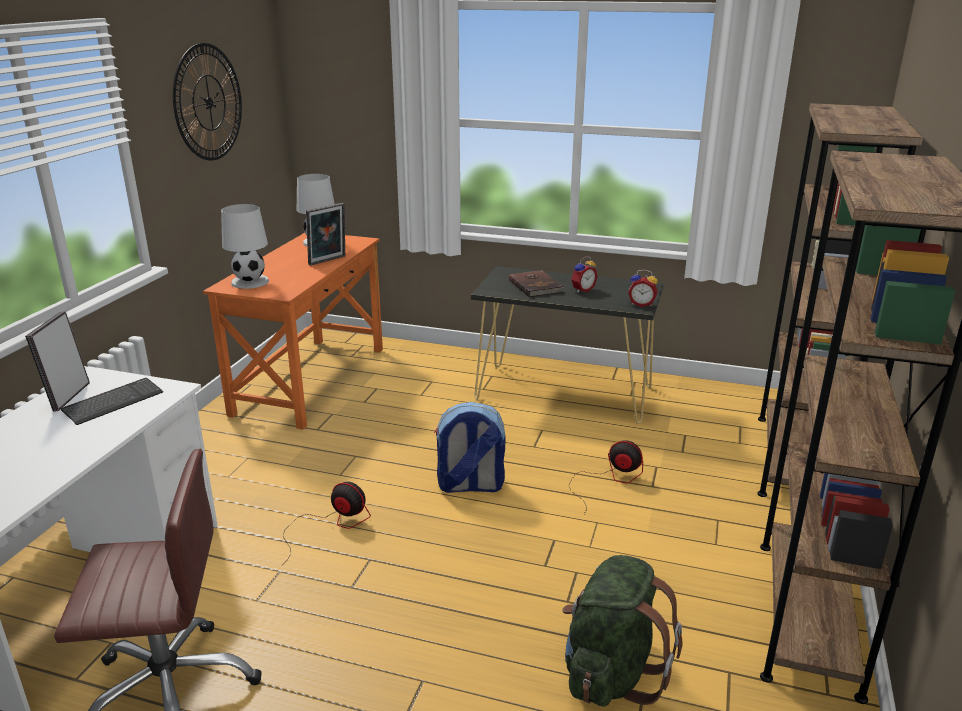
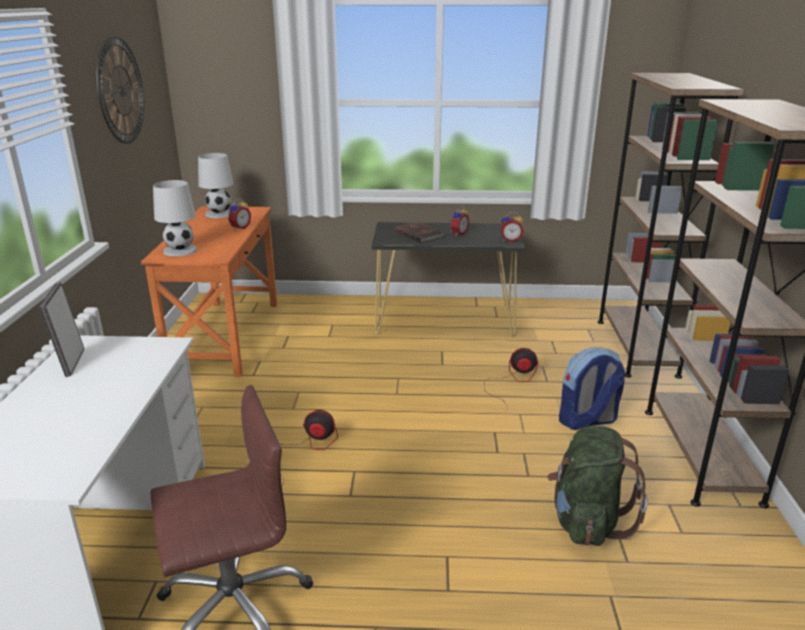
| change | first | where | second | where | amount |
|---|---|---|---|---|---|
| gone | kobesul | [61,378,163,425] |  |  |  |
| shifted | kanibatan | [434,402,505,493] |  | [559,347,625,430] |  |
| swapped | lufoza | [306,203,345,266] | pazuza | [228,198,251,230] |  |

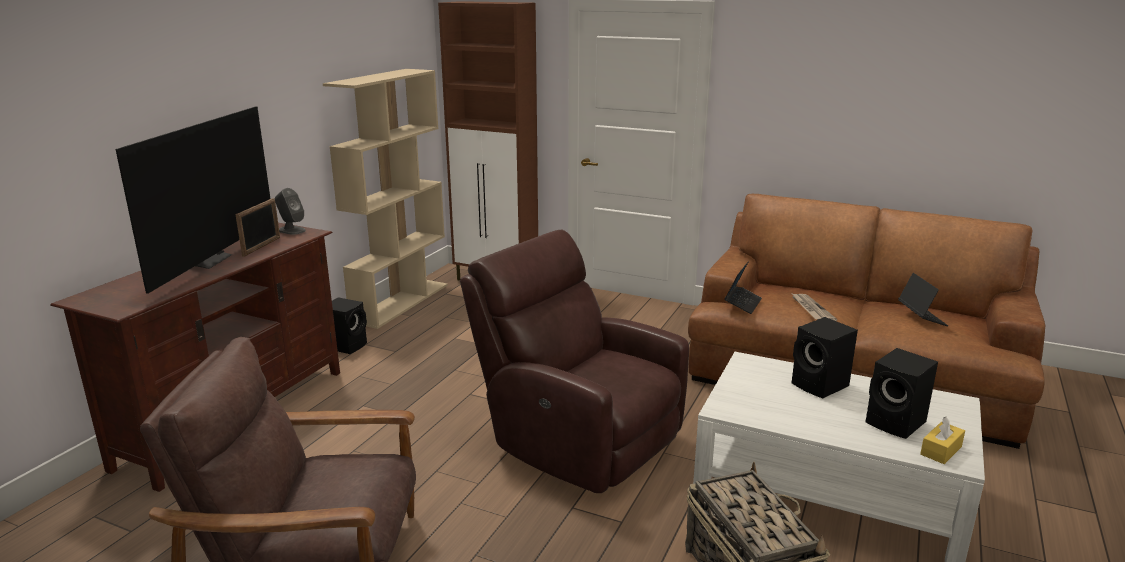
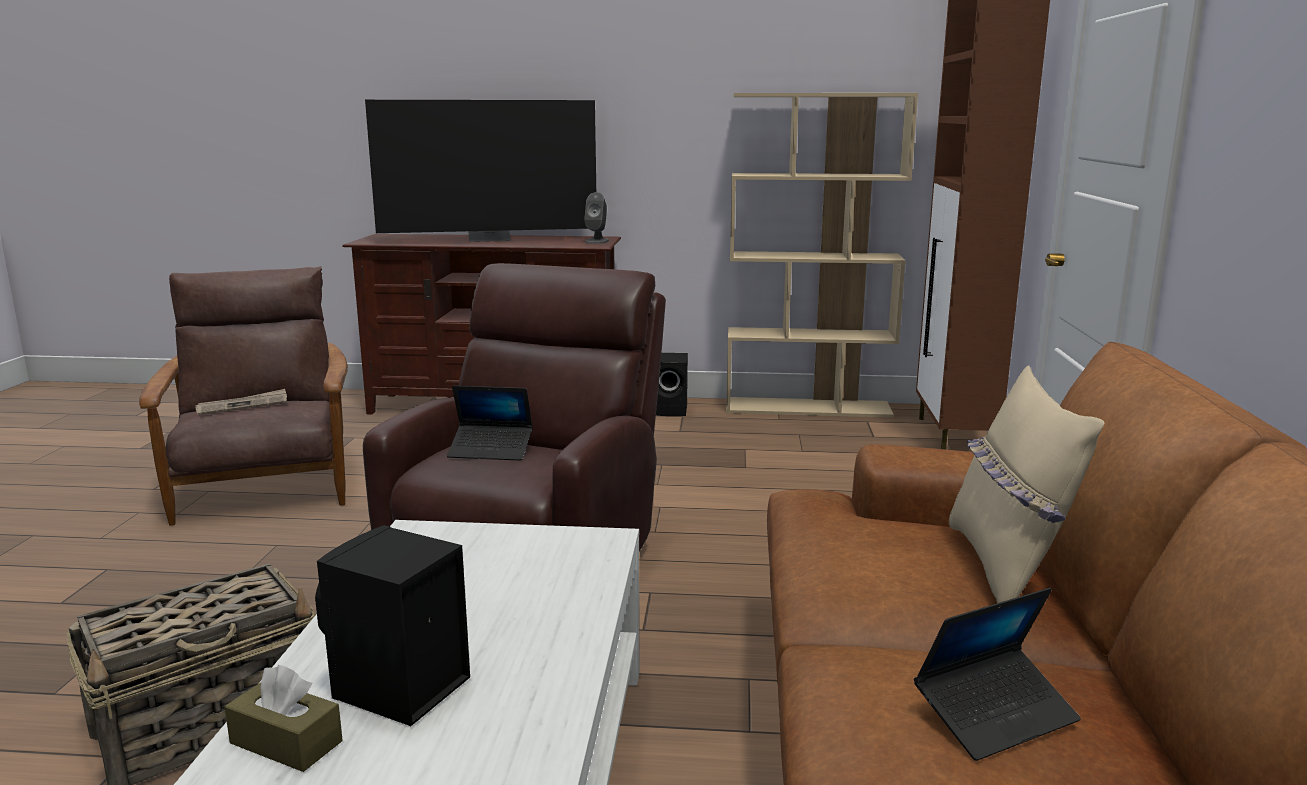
| change | first | where | second | where | amount |
|---|---|---|---|---|---|
| gone | lufoza | [235,198,280,257] |  |  |  |
| gone | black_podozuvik | [792,317,858,398] |  |  |  |
| new |  |  | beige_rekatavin | [949,365,1105,603] |  |
| shifted | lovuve | [724,261,762,314] |  | [447,386,533,461] |  |
| shifted | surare | [791,293,837,321] |  | [195,389,287,415] |  |
| repainted | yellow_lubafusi | [920,417,965,464] | brown_lubafusi | [225,665,343,772] |  |

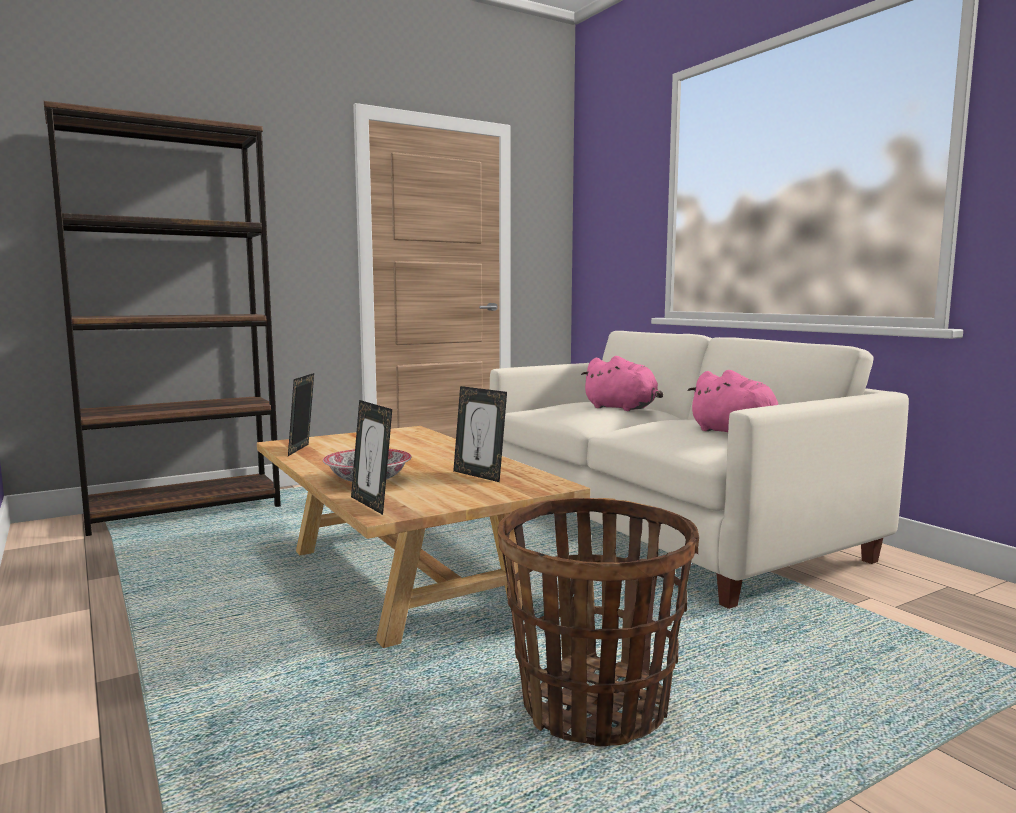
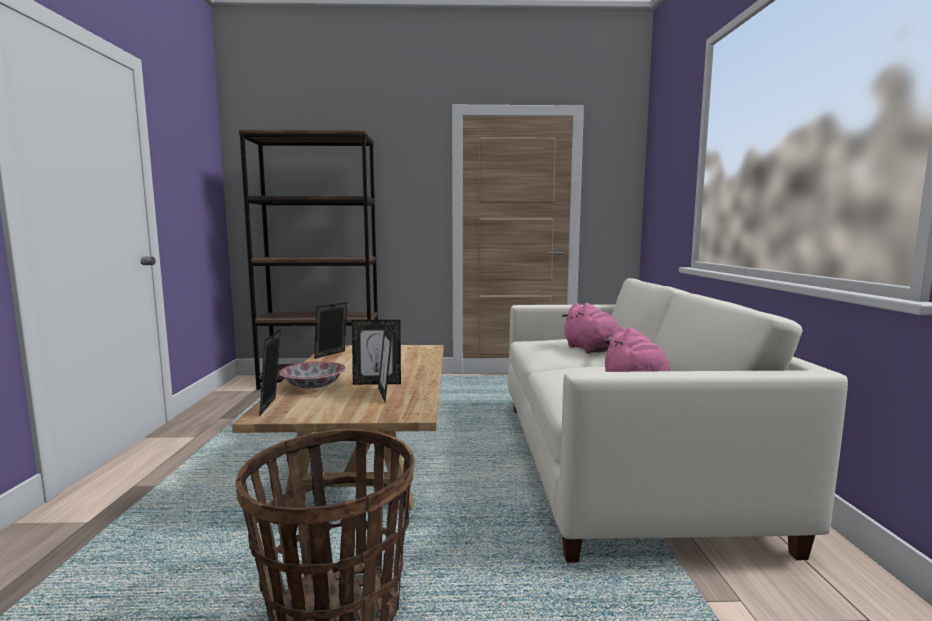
| change | first | where | second | where | amount |
|---|---|---|---|---|---|
| new |  |  | lufoza | [352,320,401,385] |  |

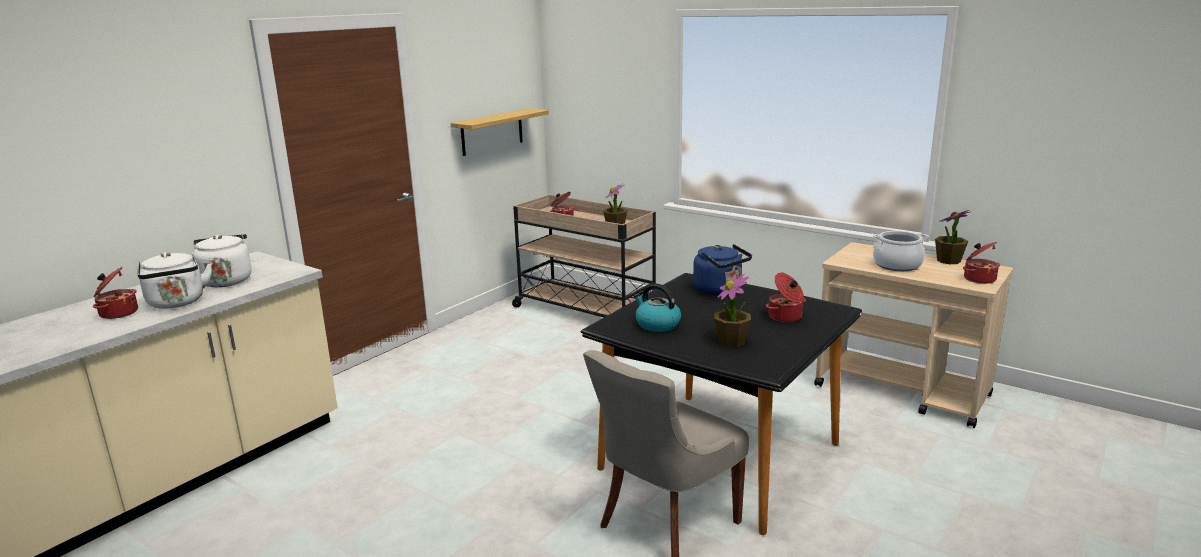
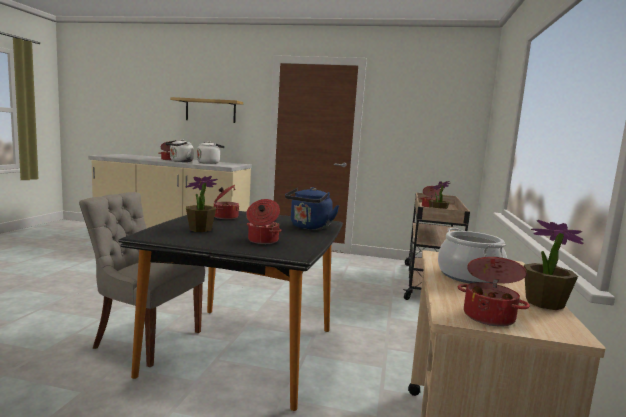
| change | first | where | second | where | amount |
|---|---|---|---|---|---|
| shifted | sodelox | [451,109,549,156] |  | [170,97,243,123] |  |
| swapped | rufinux | [634,284,681,332] | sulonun | [214,185,239,219] |  |

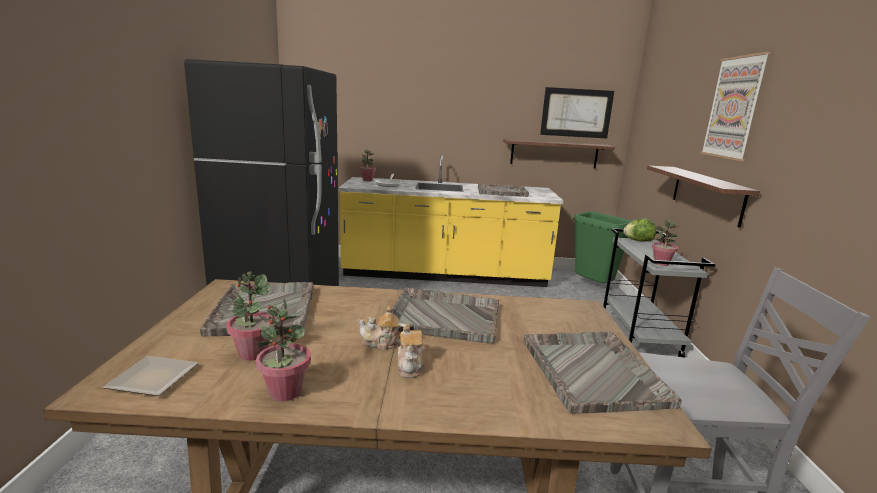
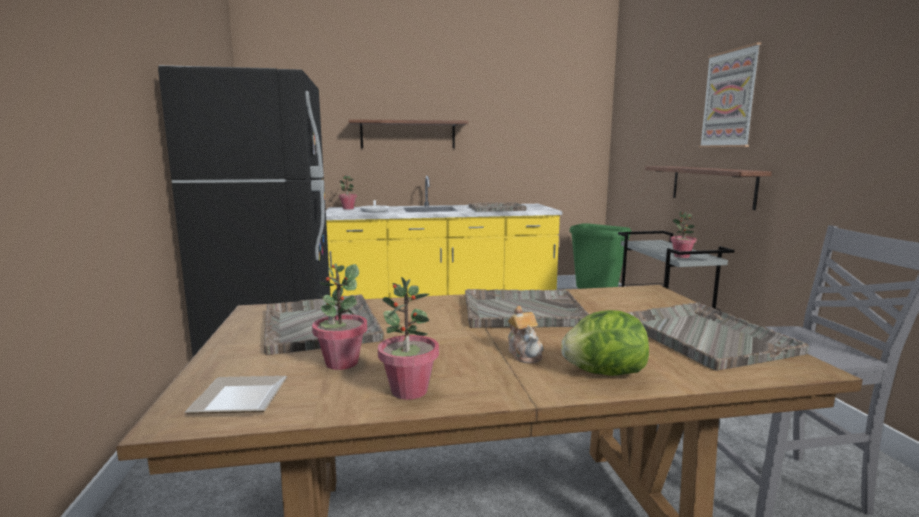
| change | first | where | second | where | amount |
|---|---|---|---|---|---|
| gone | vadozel | [357,306,407,350] |  |  |  |
| gone | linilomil | [540,87,614,138] |  |  |  |
| shifted | sodelox | [503,139,615,169] |  | [349,119,468,148] |  |
| shifted | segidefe | [623,218,656,241] |  | [561,310,649,376] |  |

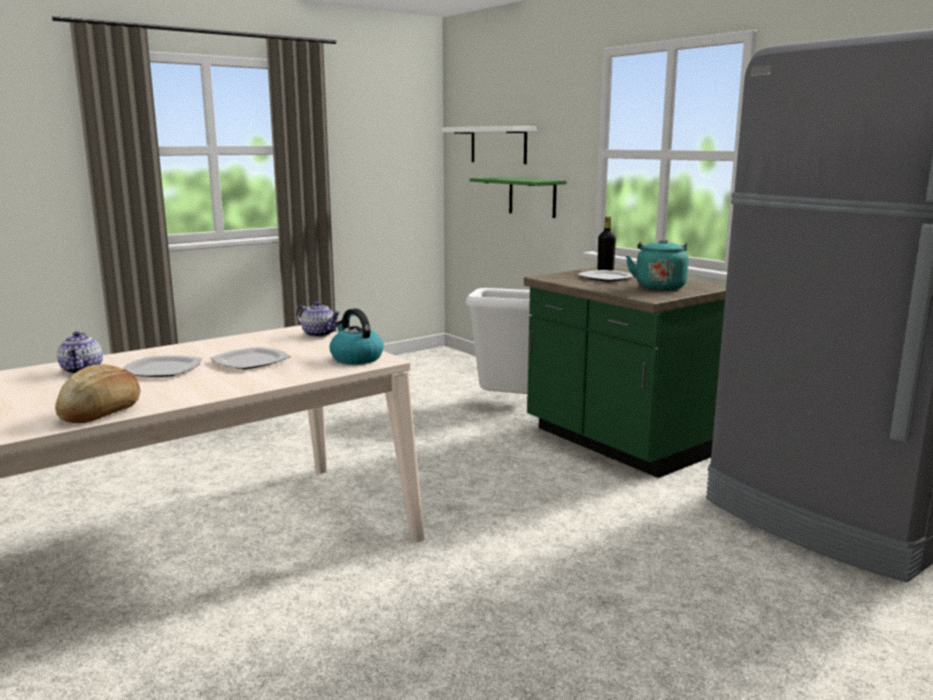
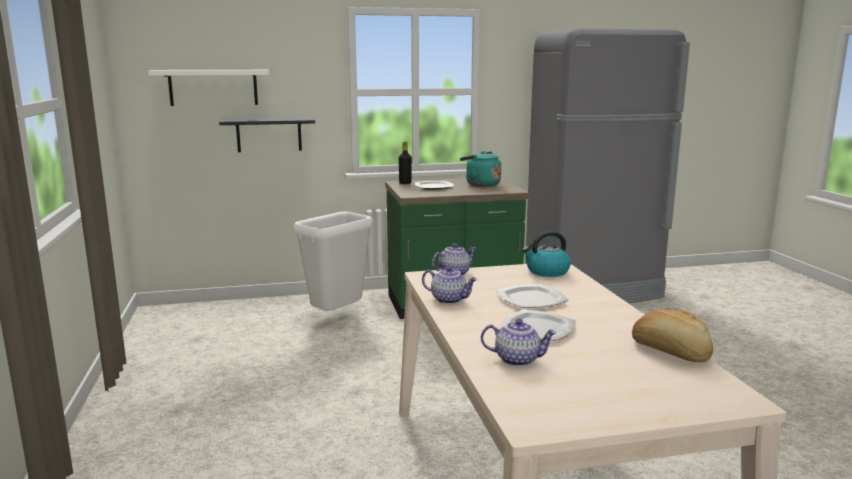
| change | first | where | second | where | amount |
|---|---|---|---|---|---|
| new |  |  | vadozel | [422,266,477,304] |  |
| repainted | green_sodelox | [470,177,567,218] | black_sodelox | [219,117,315,152] |  |

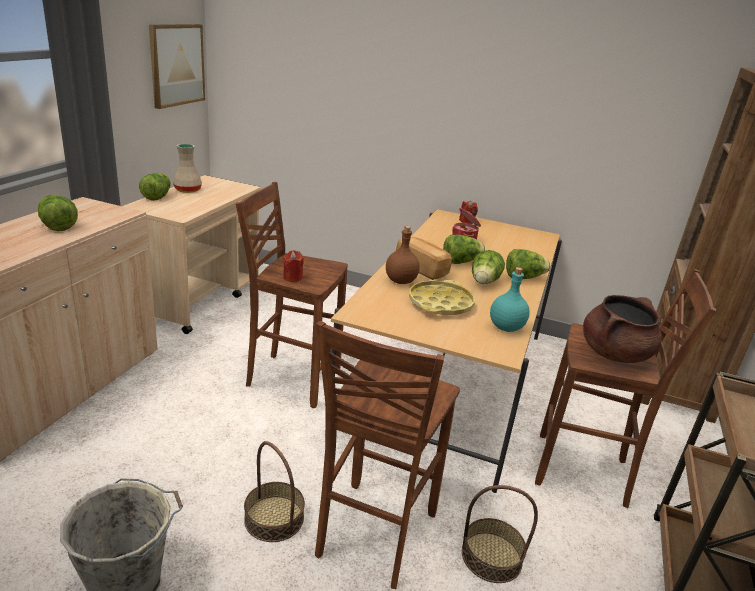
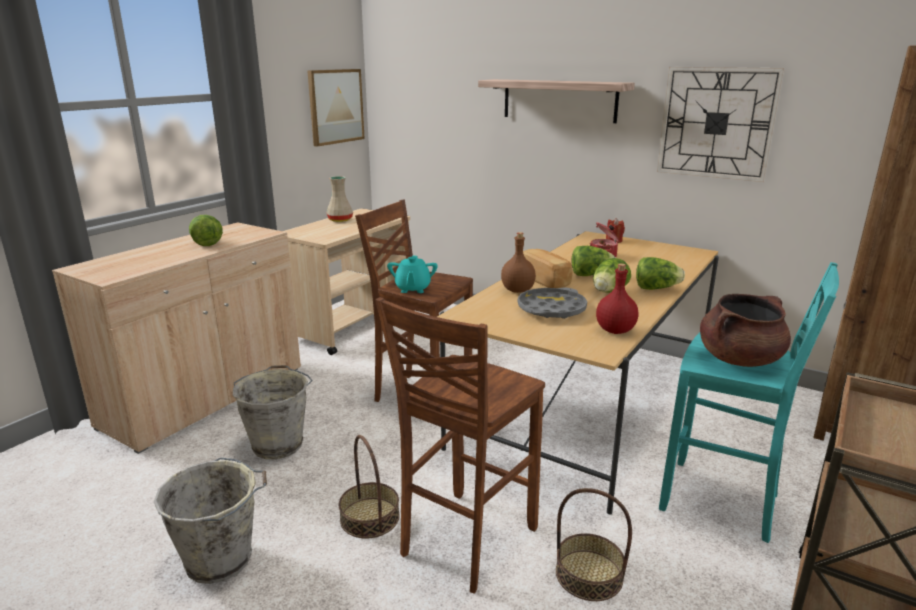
| change | first | where | second | where | amount |
|---|---|---|---|---|---|
| gone | segidefe | [139,173,171,201] |  |  |  |
| new |  |  | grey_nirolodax | [233,365,313,459] |  |
| new |  |  | sodelox | [478,79,635,123] |  |
| new |  |  | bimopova | [657,67,785,182] |  |
| swapped | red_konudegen | [283,250,304,282] | turquoise_vadozel | [387,256,438,293] |  |
| repainted | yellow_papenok | [409,280,475,315] | grey_papenok | [518,288,587,319] |  |
| repainted | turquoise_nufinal | [490,267,530,332] | red_nufinal | [596,263,638,334] |  |
| repainted | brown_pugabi | [535,269,716,508] | turquoise_pugabi | [659,262,839,543] |  |

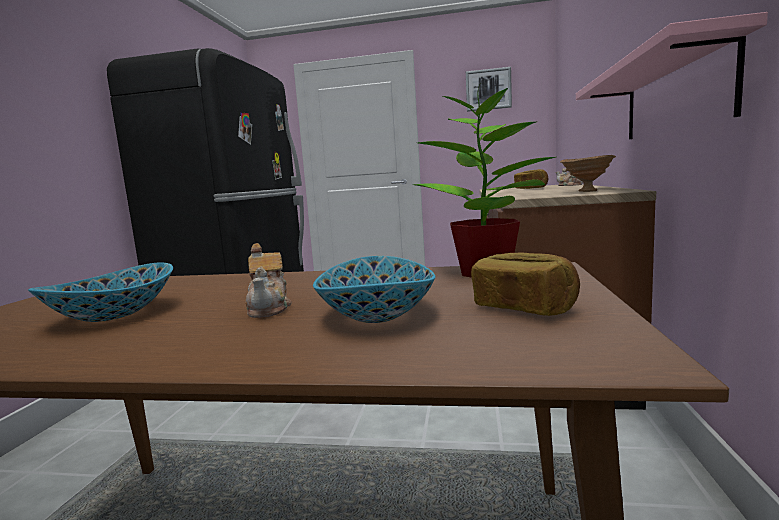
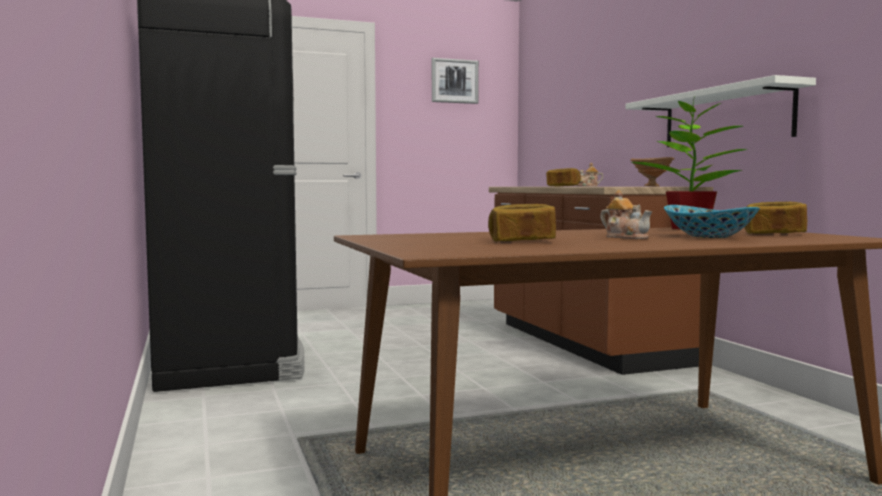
| change | first | where | second | where | amount |
|---|---|---|---|---|---|
| swapped | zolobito | [28,262,173,322] | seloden | [488,204,556,241] |  |
| repainted | pink_sodelox | [576,12,768,139] | white_sodelox | [626,75,816,147] |  |

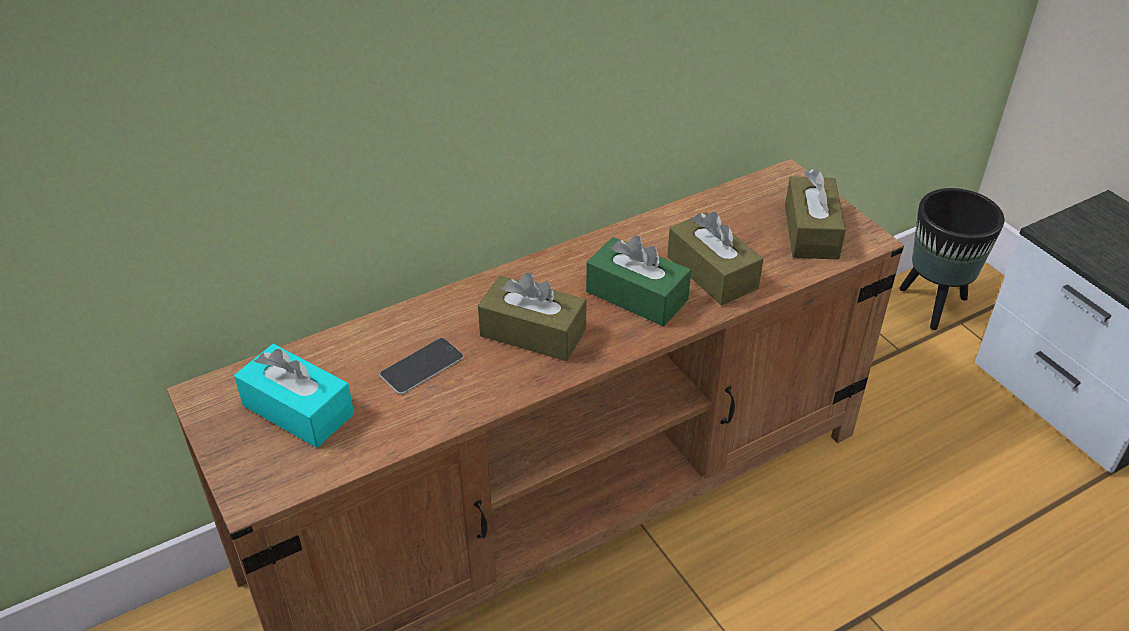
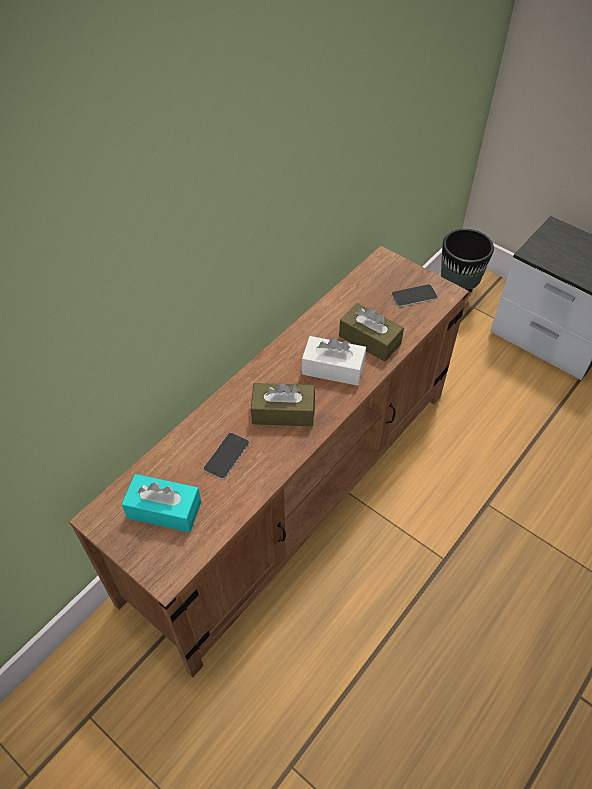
| change | first | where | second | where | amount |
|---|---|---|---|---|---|
| swapped | brown_lubafusi | [785,169,846,259] | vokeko | [391,284,438,307] |  |
| repainted | green_lubafusi | [586,236,691,326] | white_lubafusi | [302,336,366,386] |  |

